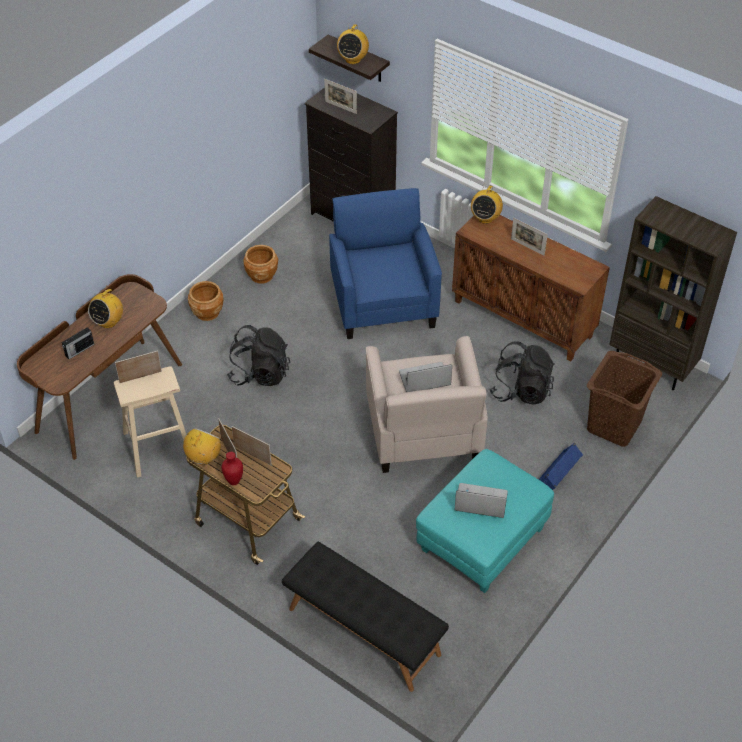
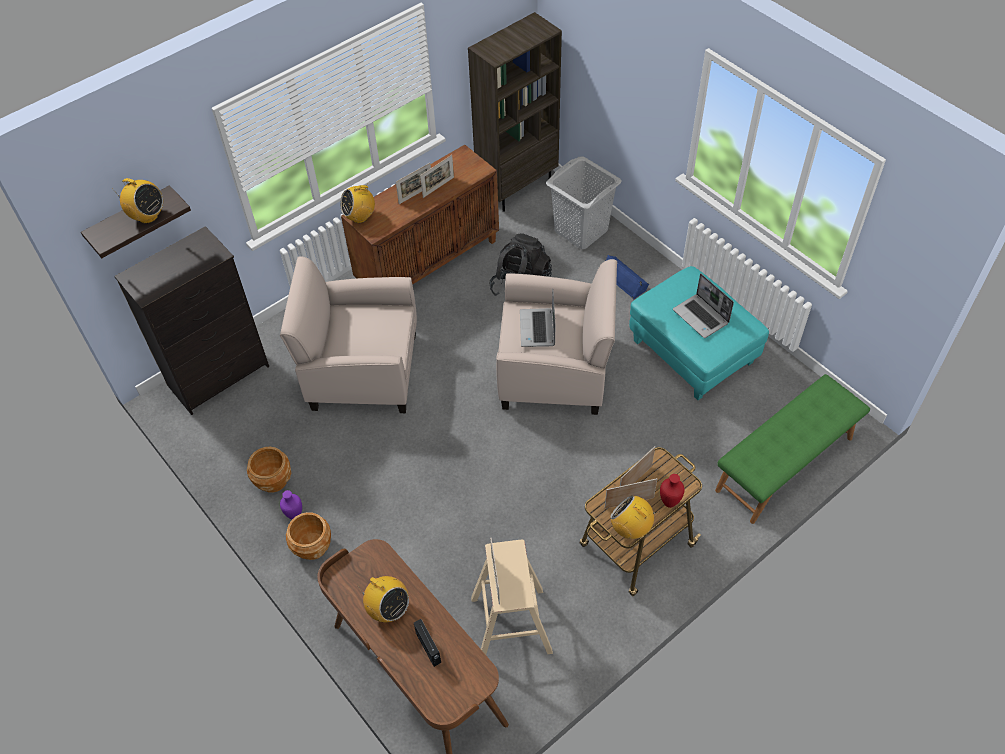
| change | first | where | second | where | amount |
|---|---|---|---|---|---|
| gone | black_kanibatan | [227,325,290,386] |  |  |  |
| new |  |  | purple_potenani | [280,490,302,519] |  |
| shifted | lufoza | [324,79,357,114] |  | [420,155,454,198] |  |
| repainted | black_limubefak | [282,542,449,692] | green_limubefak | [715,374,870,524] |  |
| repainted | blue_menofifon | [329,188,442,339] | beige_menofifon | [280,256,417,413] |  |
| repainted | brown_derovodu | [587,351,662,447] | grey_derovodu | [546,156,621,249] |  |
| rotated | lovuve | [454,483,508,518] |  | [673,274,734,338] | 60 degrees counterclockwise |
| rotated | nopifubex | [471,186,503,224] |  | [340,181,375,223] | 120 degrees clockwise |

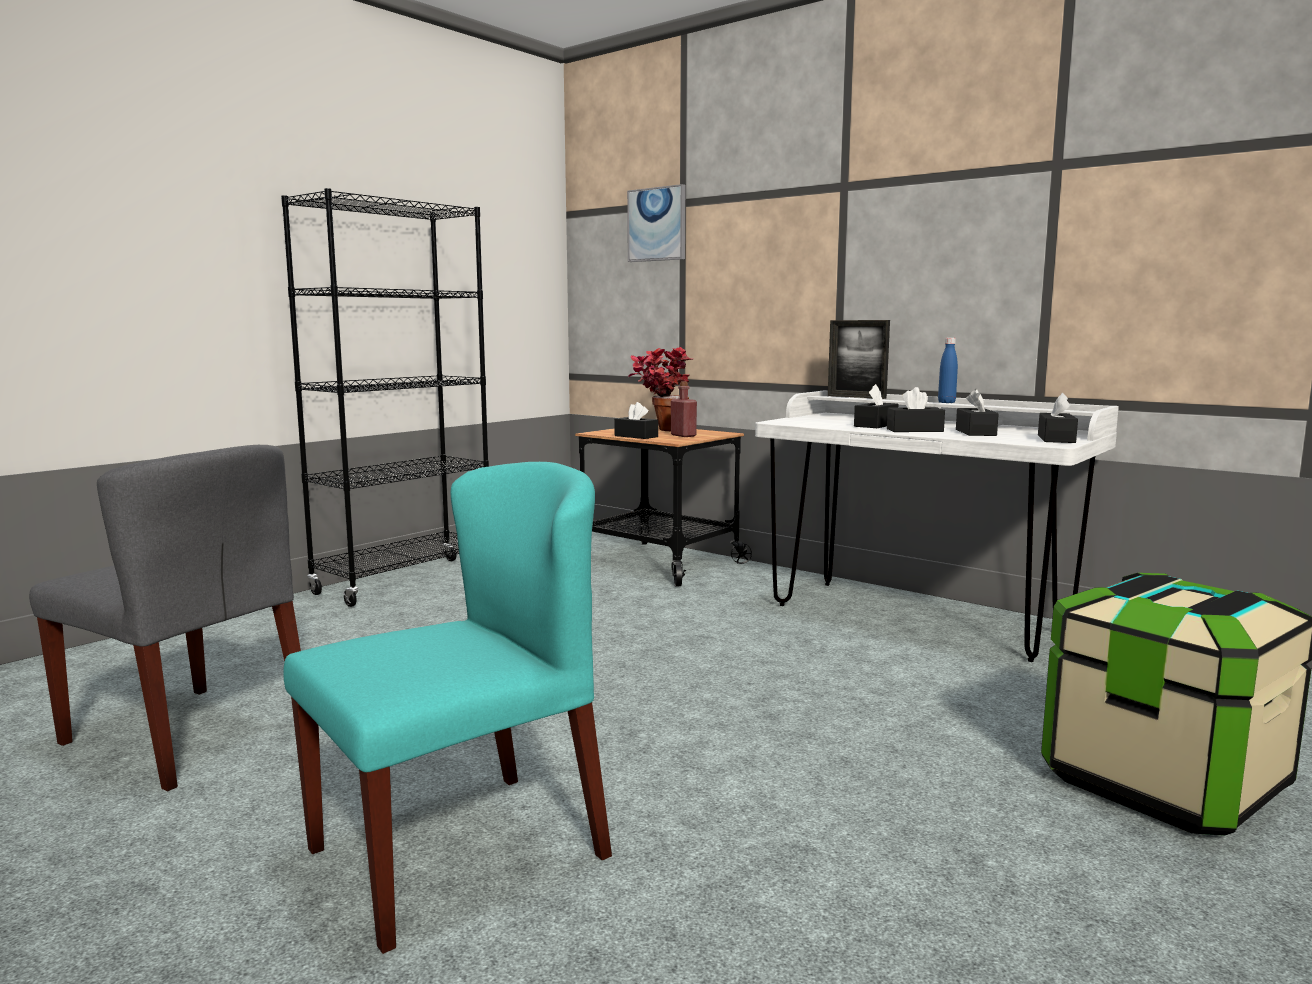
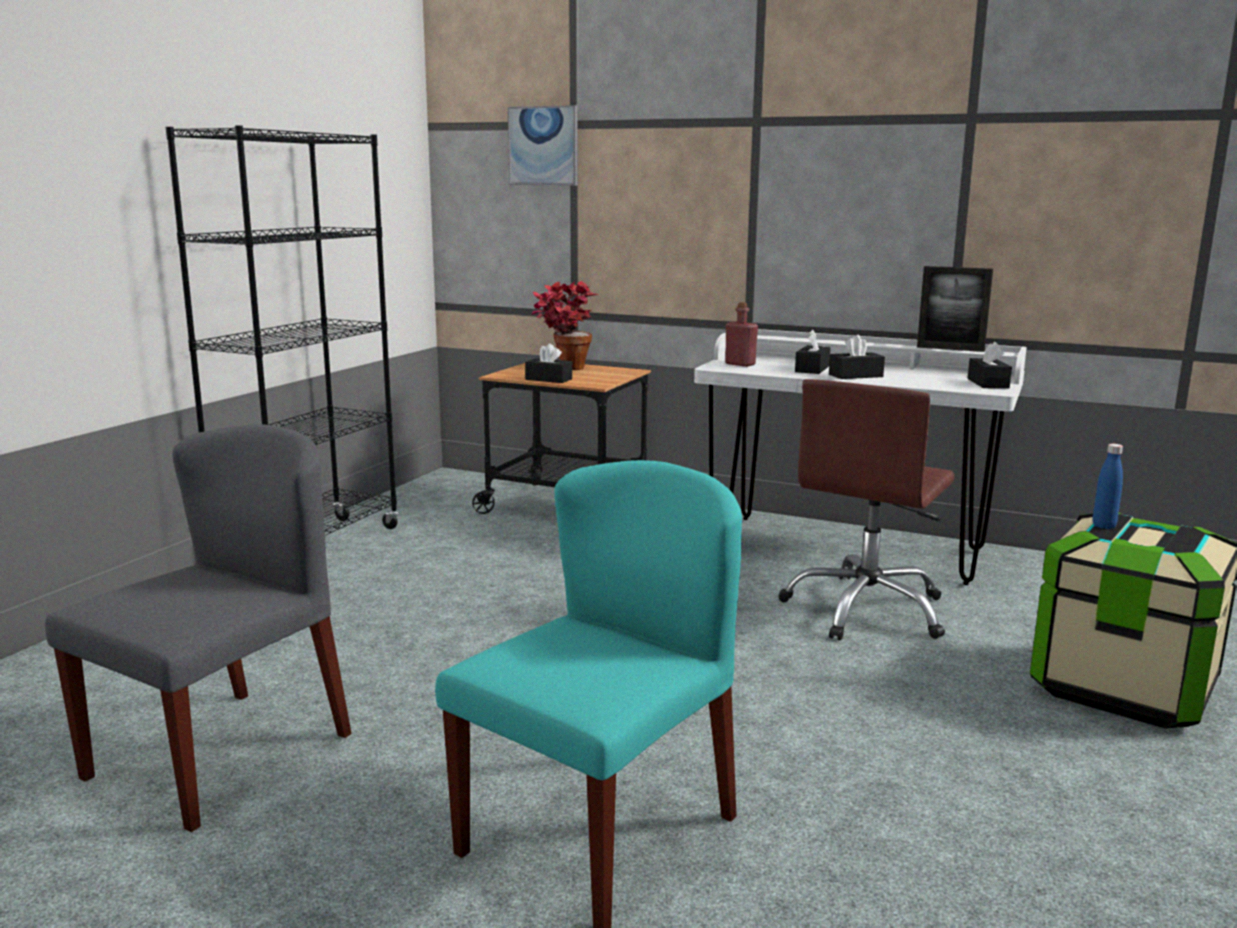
| change | first | where | second | where | amount |
|---|---|---|---|---|---|
| gone | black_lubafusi | [956,389,999,436] |  |  |  |
| new |  |  | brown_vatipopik | [778,379,955,640] |  |
| shifted | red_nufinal | [671,381,697,437] |  | [725,302,758,367] |  |
| shifted | lufoza | [828,320,890,399] |  | [917,266,993,352] |  |
| shifted | blue_nufinal | [938,338,958,403] |  | [1093,444,1123,529] |  |
| rotated | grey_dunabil | [29,445,301,791] |  | [45,424,352,832] | 75 degrees counterclockwise |

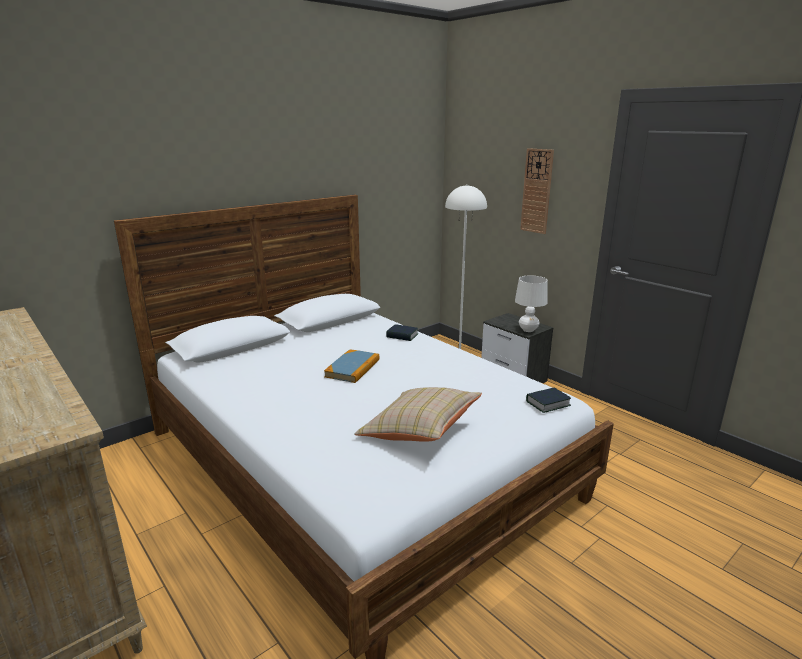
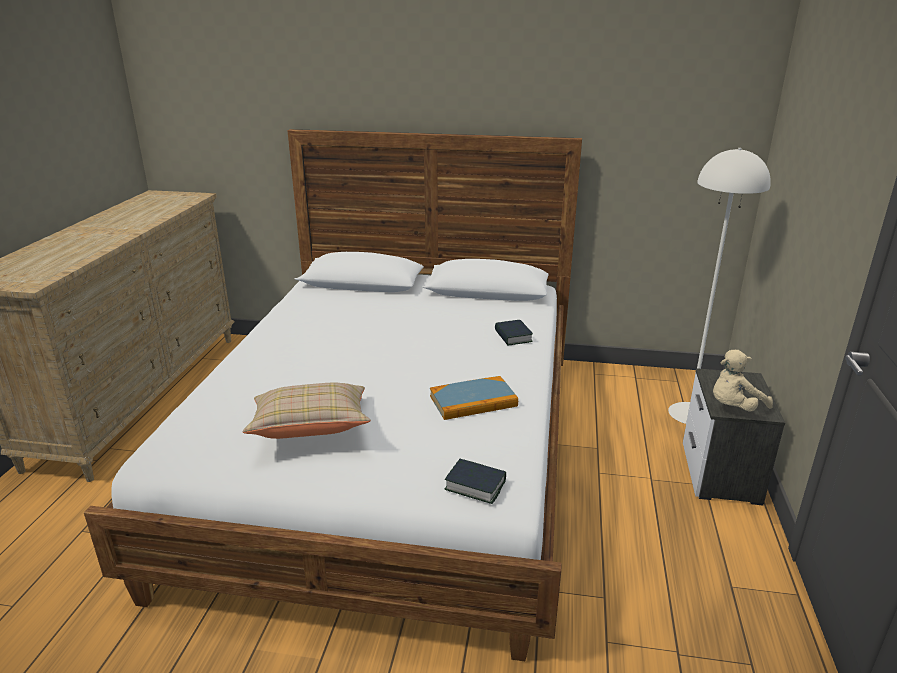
| change | first | where | second | where | amount |
|---|---|---|---|---|---|
| gone | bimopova | [520,148,554,234] |  |  |  |
| shifted | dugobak | [324,349,380,383] |  | [430,376,518,420] |  |
| swapped | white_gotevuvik | [515,276,548,332] | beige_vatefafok | [713,350,773,412] |  |

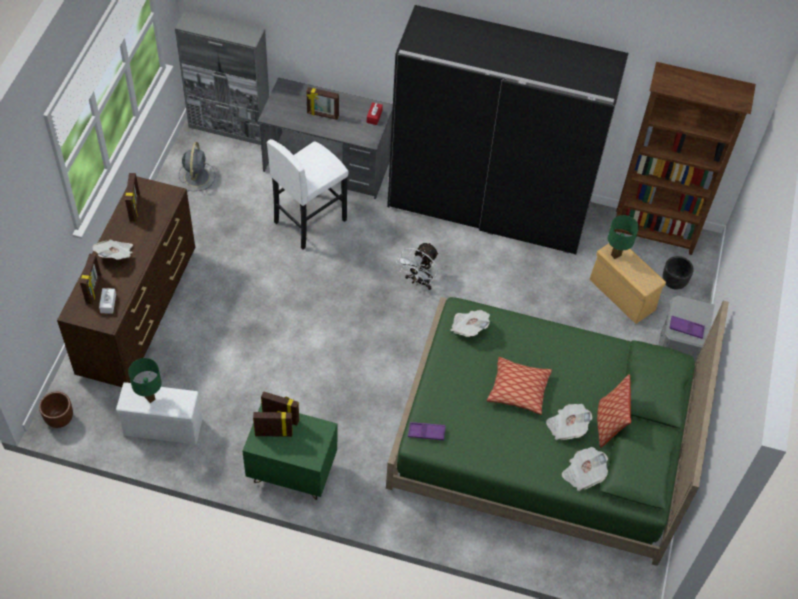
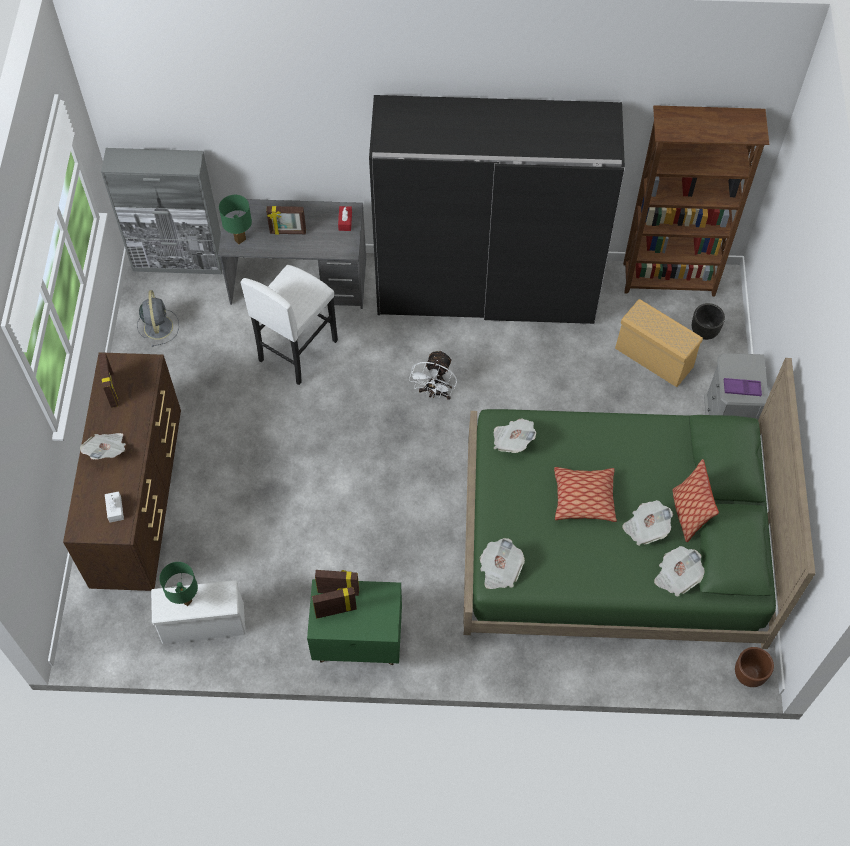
| change | first | where | second | where | amount |
|---|---|---|---|---|---|
| gone | lufoza | [80,253,101,304] |  |  |  |
| shifted | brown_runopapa | [39,392,73,428] |  | [735,647,774,687] |  |
| shifted | green_gotevuvik | [608,215,639,259] |  | [219,195,252,244] |  |
| swapped | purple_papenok | [408,422,446,440] | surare | [479,538,525,589] |  |

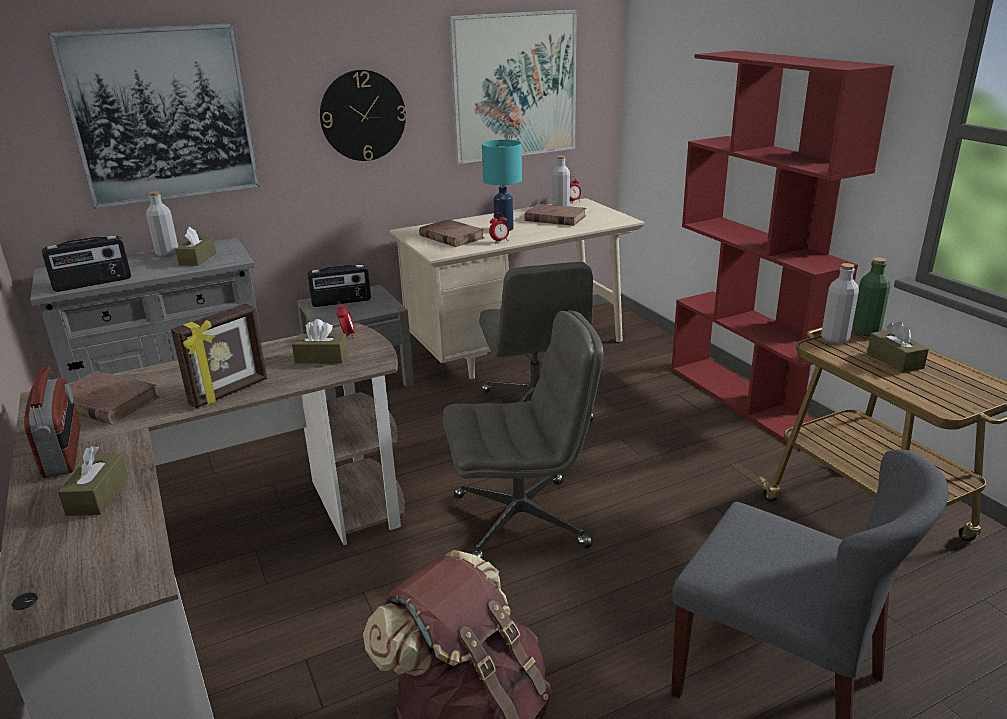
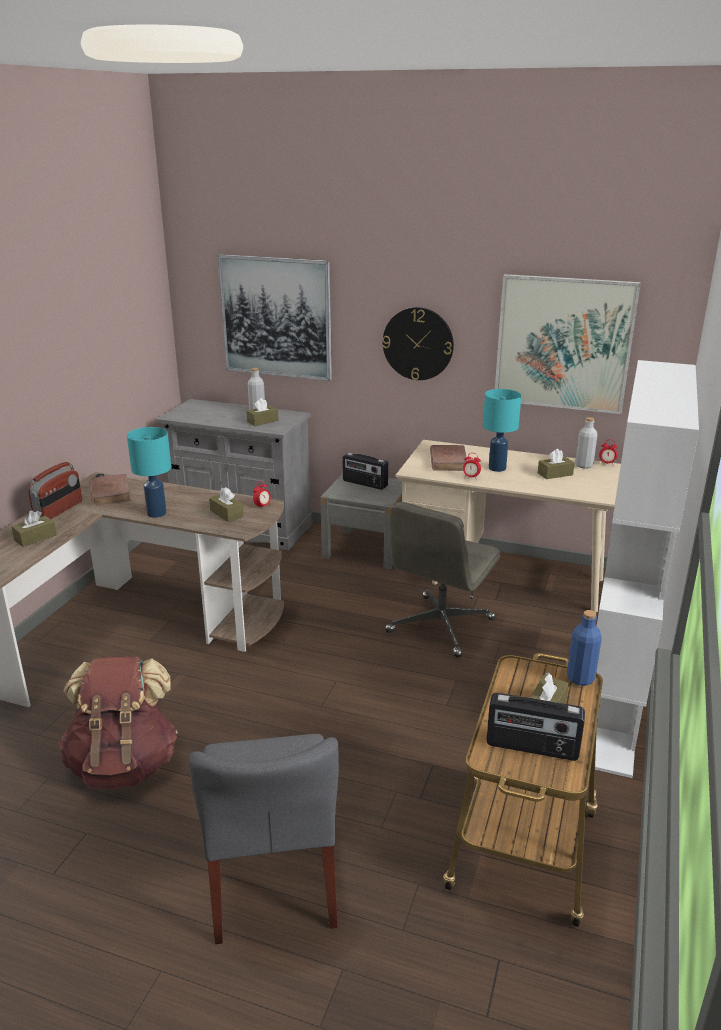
| change | first | where | second | where | amount |
|---|---|---|---|---|---|
| gone | grey_vatipopik | [443,310,604,559] |  |  |  |
| gone | grey_nufinal | [821,263,859,343] |  |  |  |
| shifted | nopifubex | [42,236,131,292] |  | [486,693,585,761] |  |
| swapped | lufoza | [171,303,267,408] | turquoise_gotevuvik | [127,427,171,518] |  |
| swapped | brown_dugobak | [524,204,586,226] | brown_lubafusi | [538,449,575,479] |  |
| repainted | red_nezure | [671,51,894,443] | white_nezure | [595,360,699,778] |  |
| repainted | green_nufinal | [852,257,890,337] | blue_nufinal | [567,610,602,686] |  |

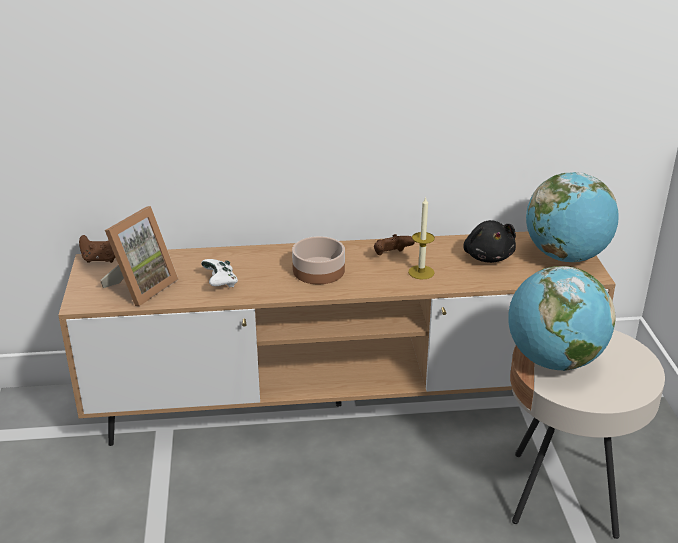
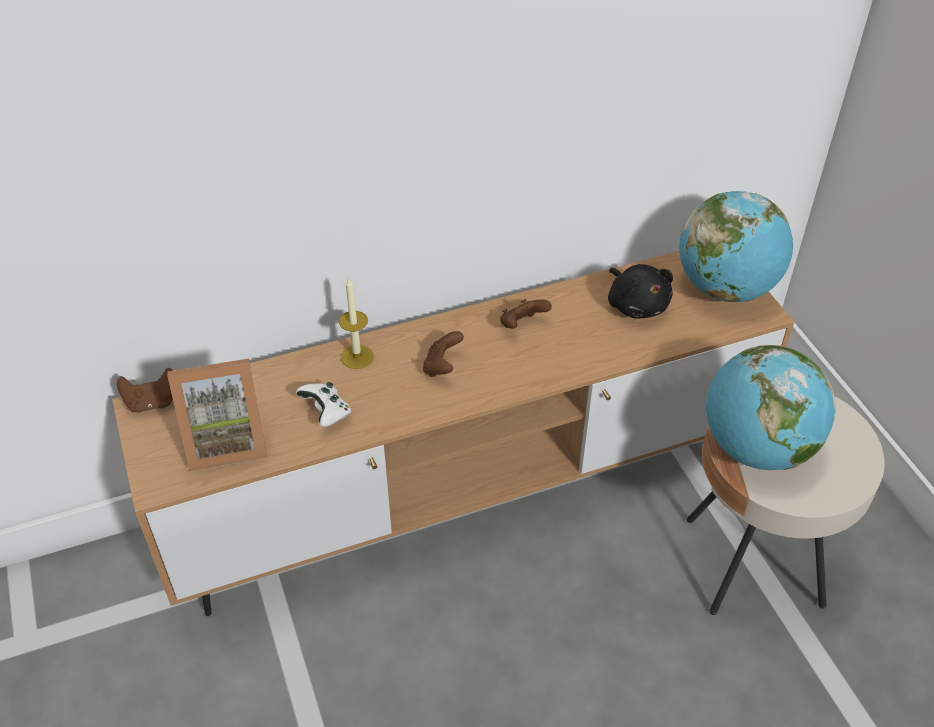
| change | first | where | second | where | amount |
|---|---|---|---|---|---|
| shifted | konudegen | [408,196,435,279] |  | [339,277,374,369] |  |
| swapped | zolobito | [292,236,345,284] | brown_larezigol | [423,331,464,377] |  |
| rotated | lufoza | [100,206,179,306] |  | [167,359,267,471] | 60 degrees clockwise |

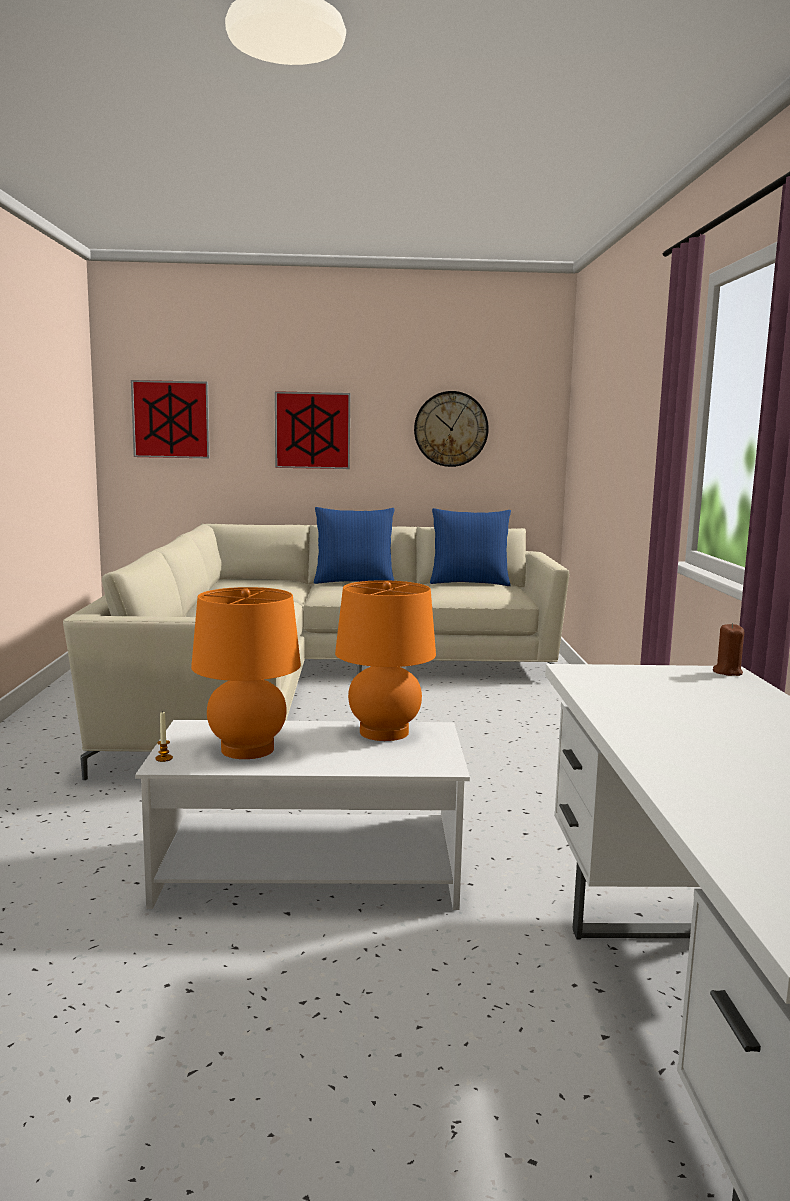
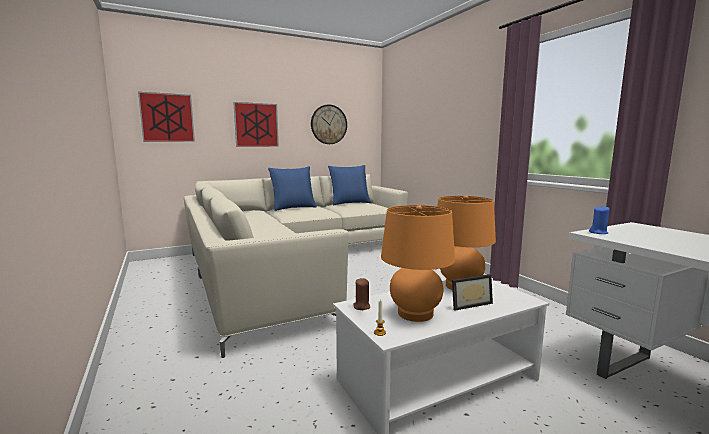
| change | first | where | second | where | amount |
|---|---|---|---|---|---|
| new |  |  | lufoza | [452,274,493,311] |  |
| new |  |  | blue_konudegen | [589,207,610,234] |  |
| shifted | brown_konudegen | [713,623,744,676] |  | [353,278,370,310] |  |

